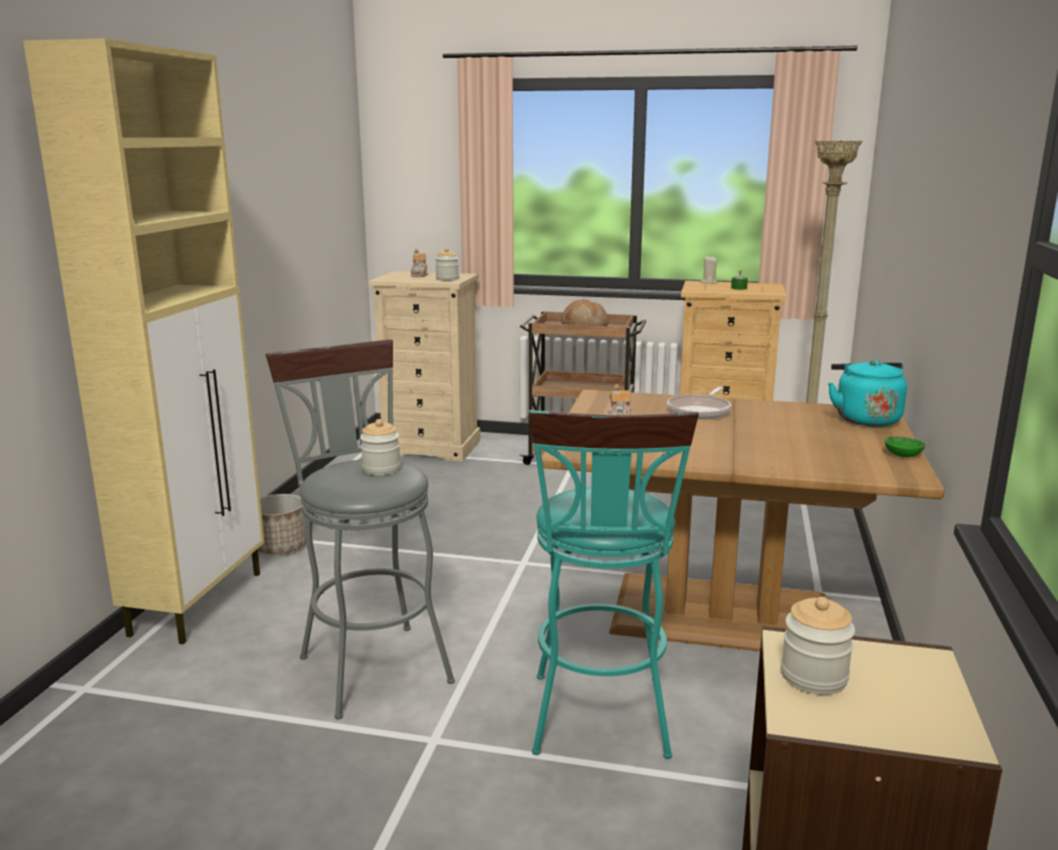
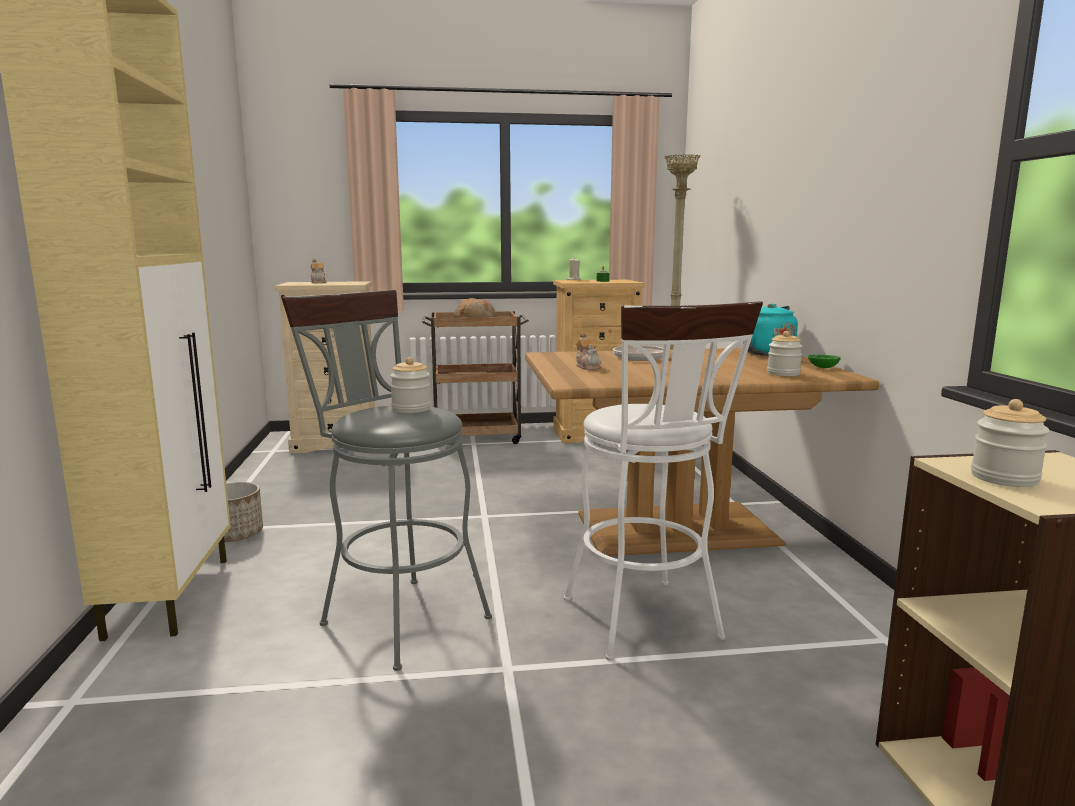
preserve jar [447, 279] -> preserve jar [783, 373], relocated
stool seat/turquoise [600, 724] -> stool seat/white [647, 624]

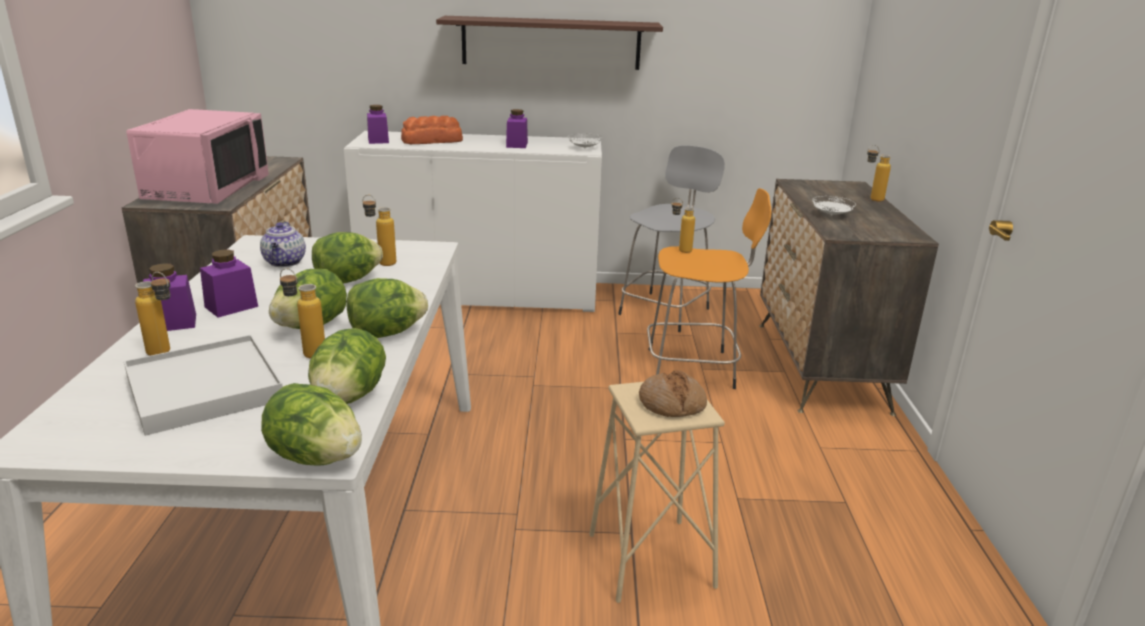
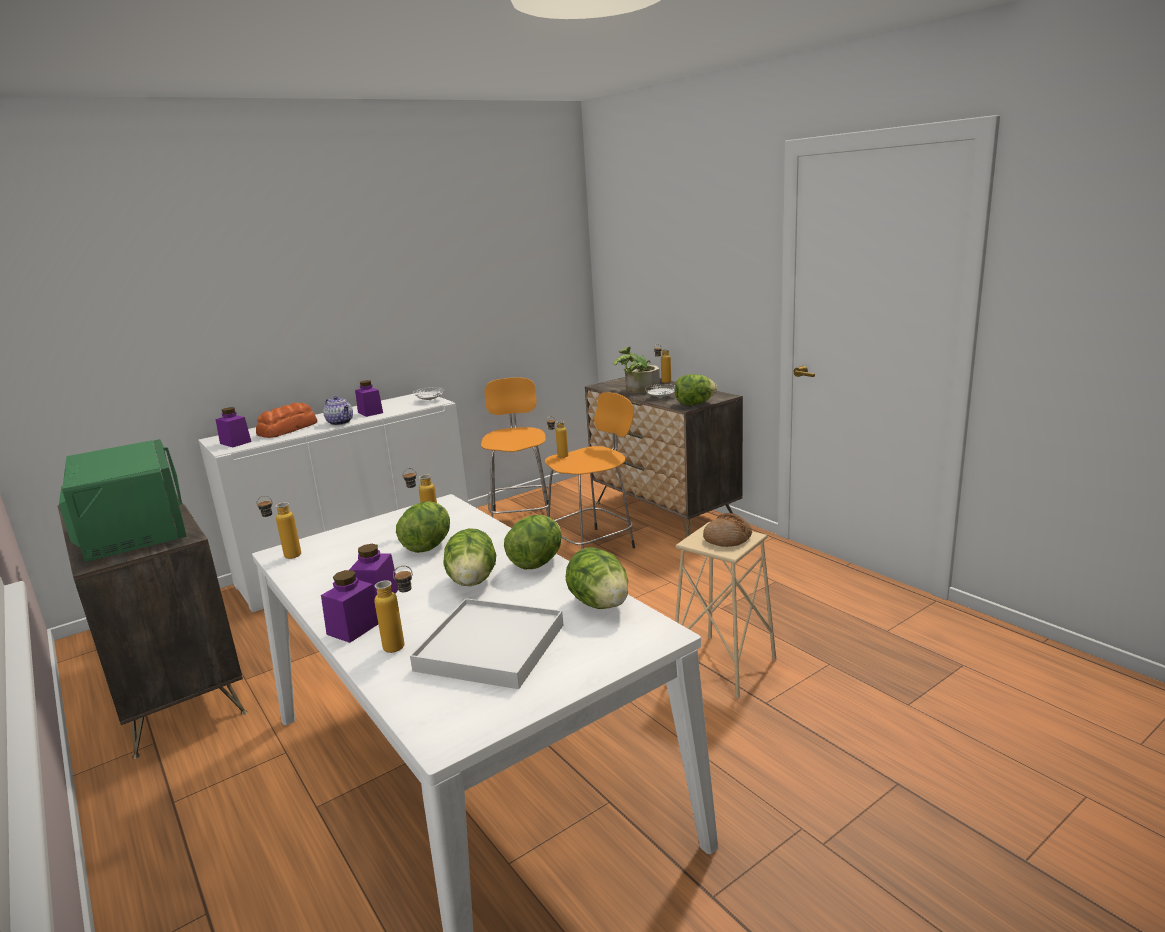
wall shelf [551, 43] -> none
microwave oven/pink [206, 189] -> microwave oven/green-coloured [132, 533]
stool seat/greyish [666, 310] -> stool seat/orange-coloured [521, 517]
tea pot [285, 262] -> tea pot [340, 422], relocated
bottle [306, 352] -> bottle [285, 557], relocated
head of lettuce [316, 458] -> head of lettuce [694, 404], relocated
none -> houseplant [637, 389]

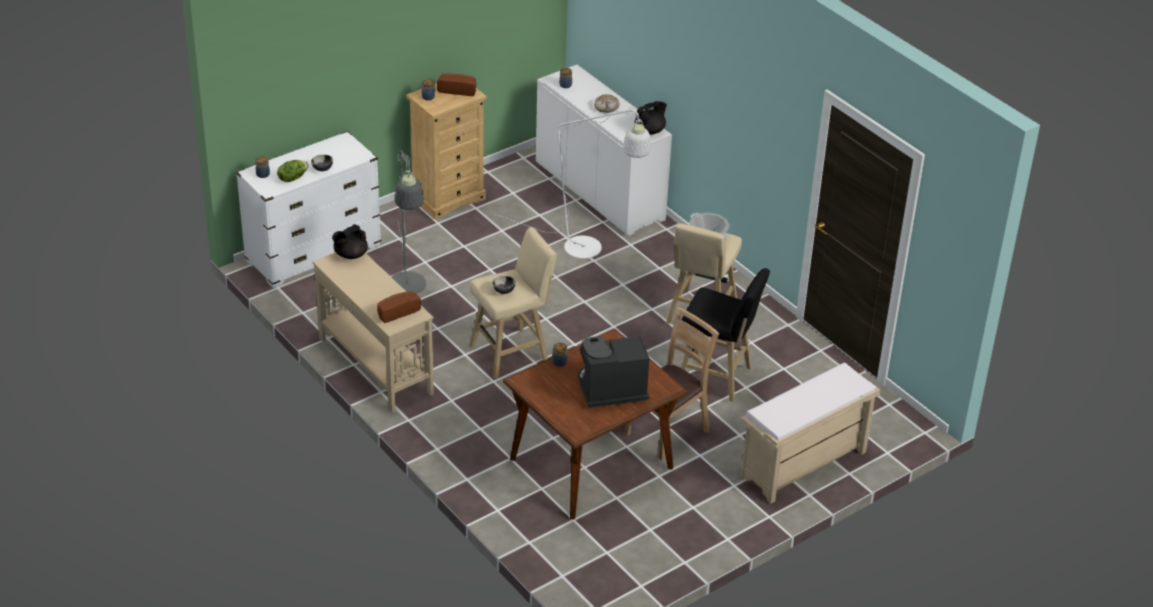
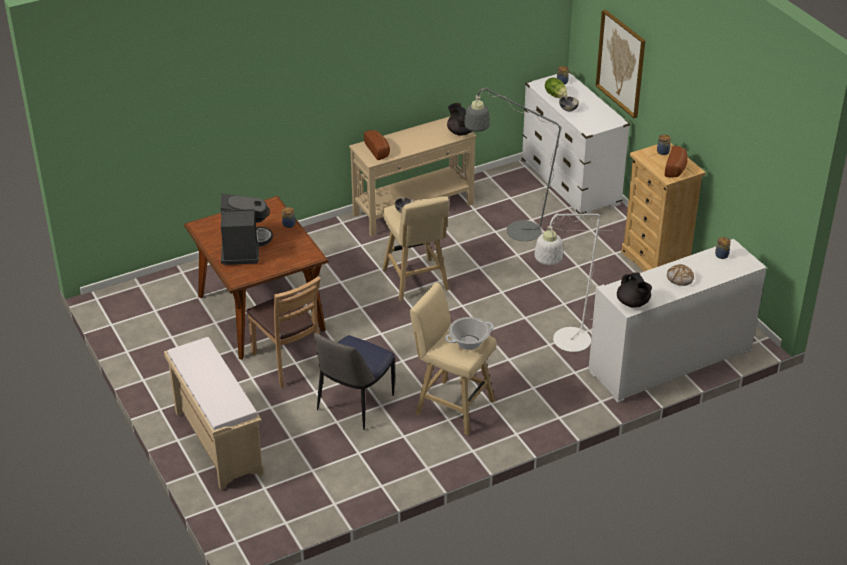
stool seat/black-coloured [717, 378] -> upright chair [354, 404]
none -> wall picture [621, 63]

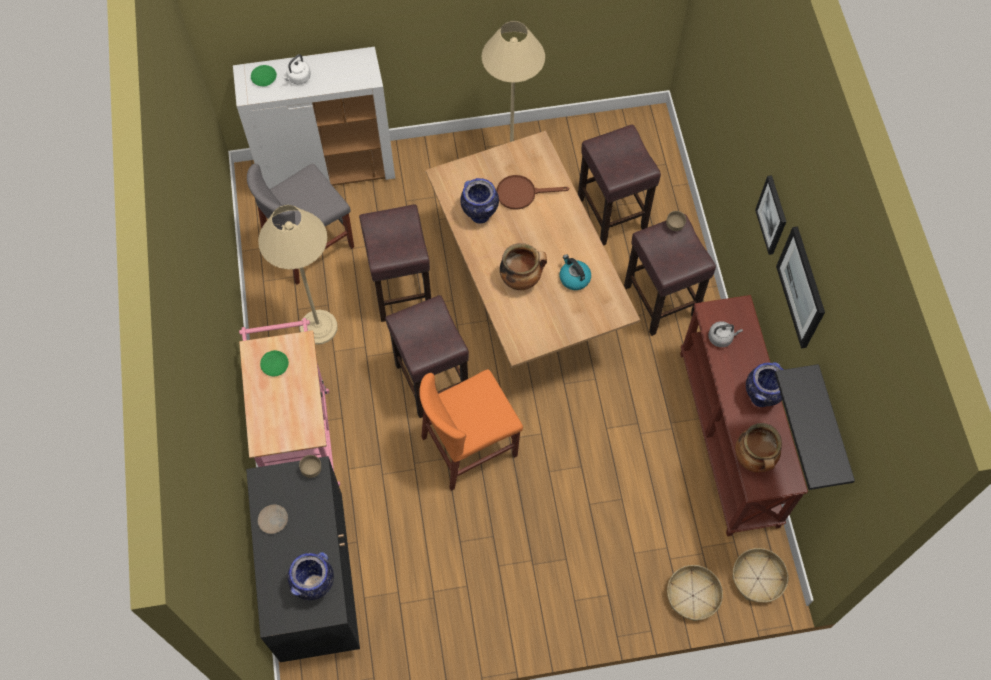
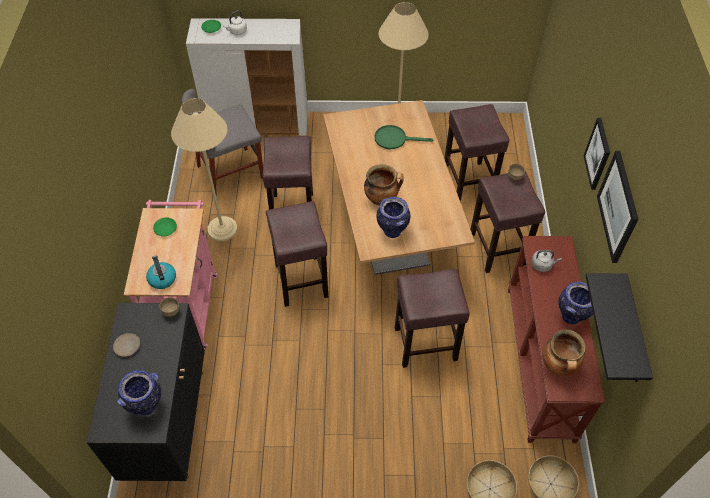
frying pan/brown-coloured [522, 193] -> frying pan/green-coloured [395, 139]
vase [479, 215] -> vase [392, 231], relocated
water kettle [574, 278] -> water kettle [162, 278], relocated
upright chair/orange-coloured [469, 446] -> none
none -> stool seat/brown-coloured [424, 344]

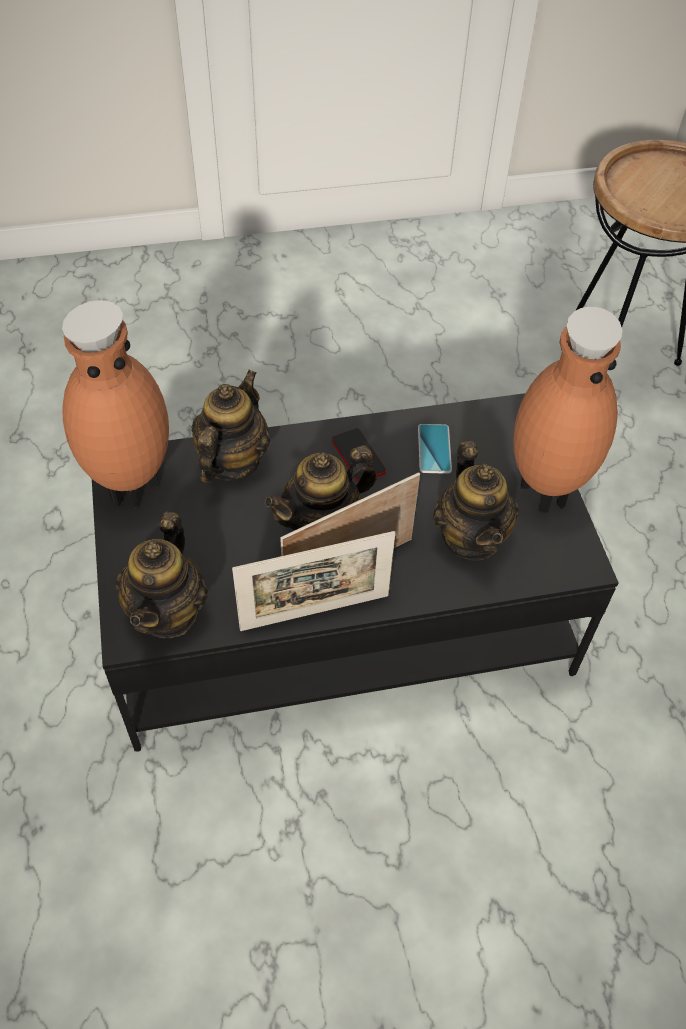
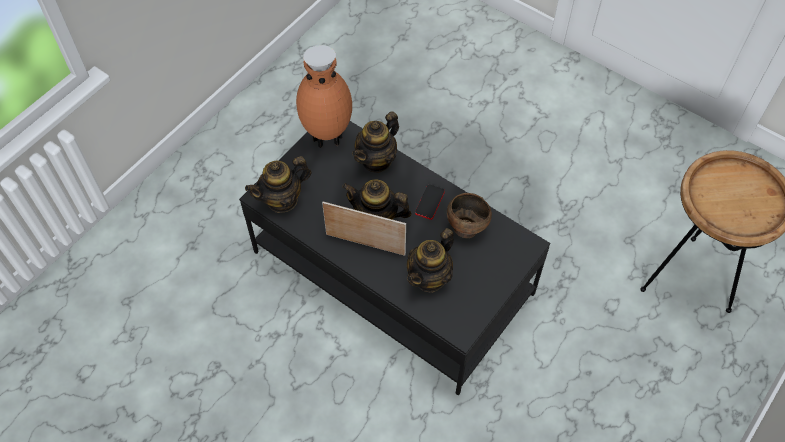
vase/brown-coloured [543, 490] -> none
tea pot [232, 461] -> tea pot [377, 160], 150 degrees clockwise
phone [434, 449] -> serving bowl/brown-coloured [466, 227]
photo frame [315, 612] -> none

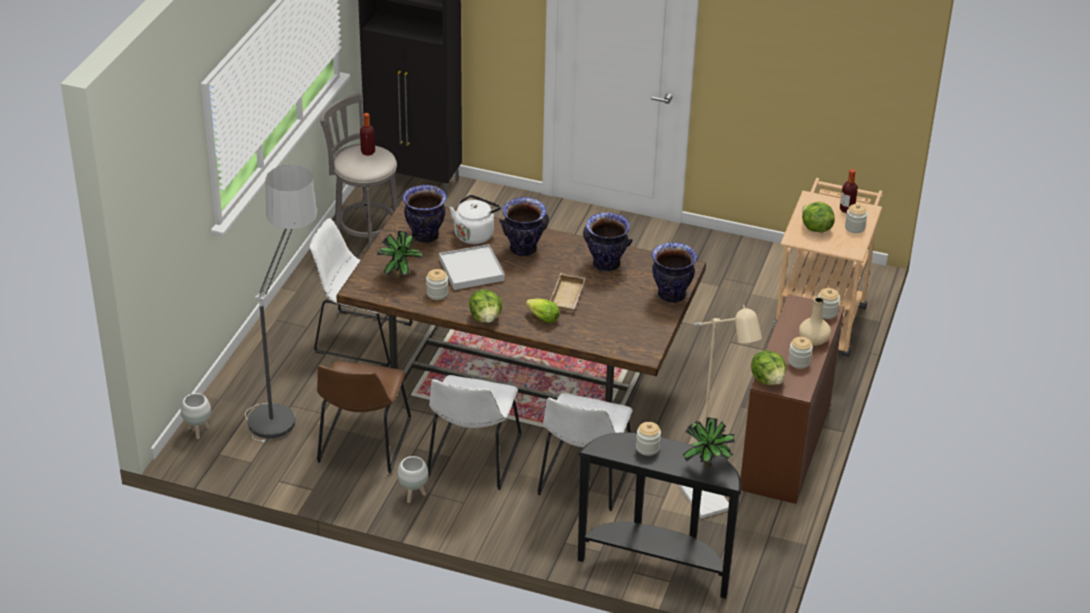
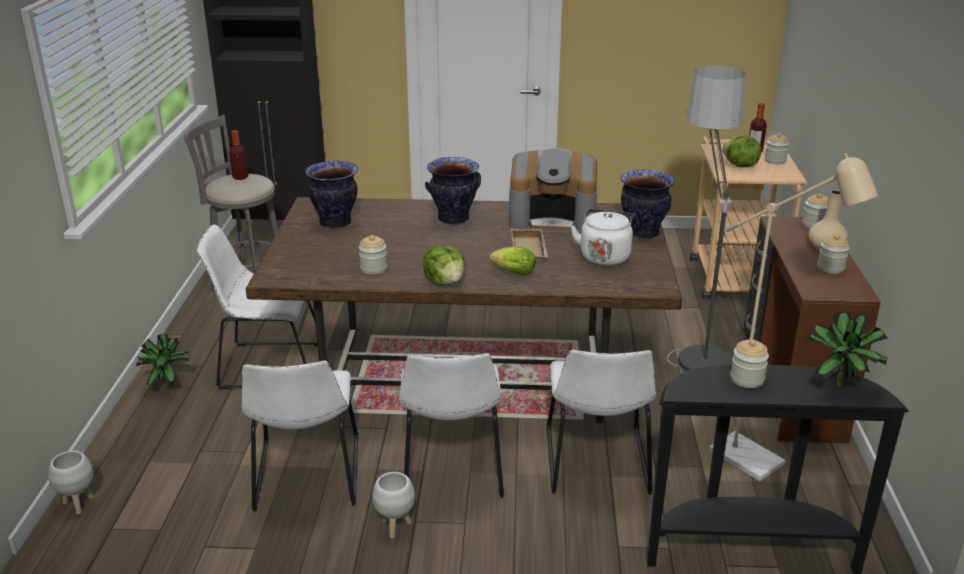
floor lamp [285, 400] -> floor lamp [695, 343], relocated
water kettle/white [475, 234] -> water kettle/white [604, 256], relocated
vase [606, 264] -> coffee brewer [553, 218]
houseplant [400, 275] -> houseplant [167, 385], relocated
serving tray/white [471, 270] -> none
head of lettuce [768, 380] -> none
upright chair/brown-coloured [363, 444] -> upright chair/white [307, 477]

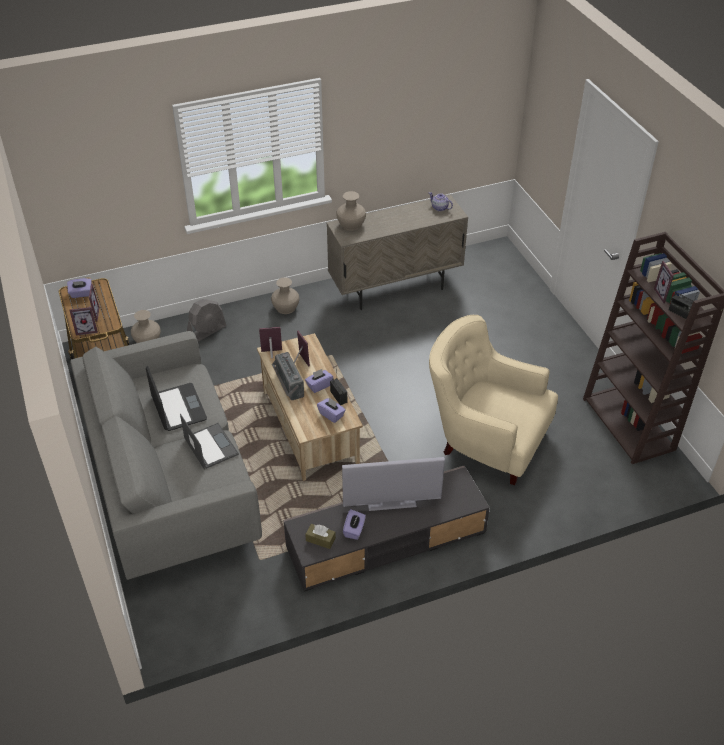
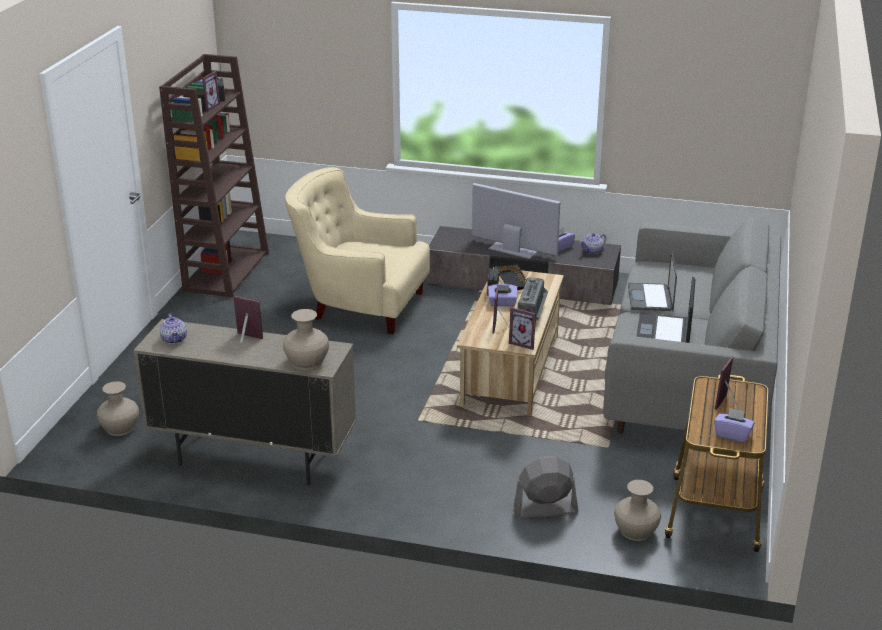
vase/beige [285, 308] -> vase/beige [120, 427], relocated
photo frame [86, 330] -> photo frame [246, 339], relocated
lounge chair/beige [485, 439] -> lounge chair/beige [359, 305], 135 degrees clockwise
box of tissues/purple-coloured [331, 415] -> serving tray/black-coloured [514, 281]
box of tissues/brown-coloured [320, 539] -> tea pot [592, 251]

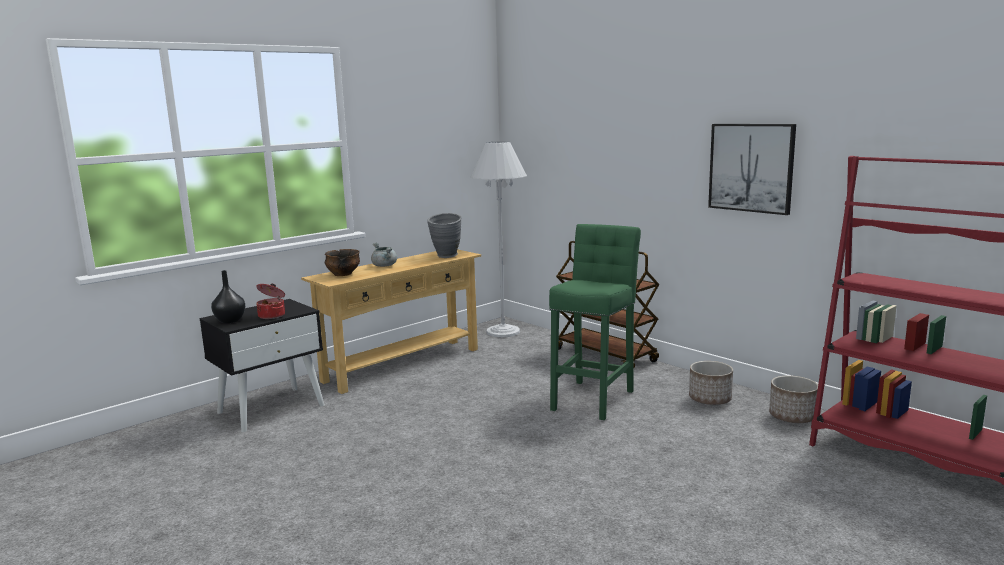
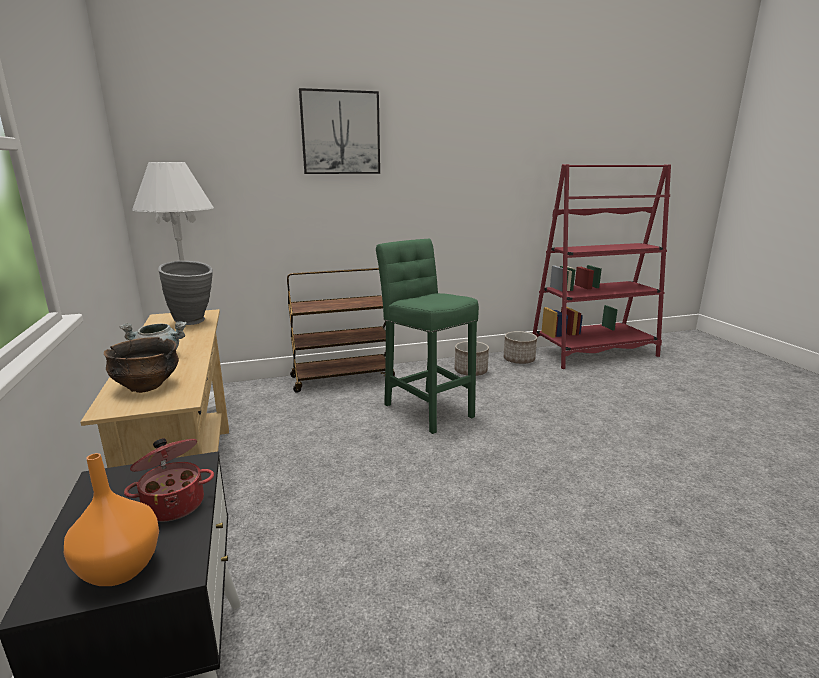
wall picture [751, 167] -> wall picture [340, 133], relocated
vase/black-coloured [229, 320] -> vase/orange-coloured [118, 570]

